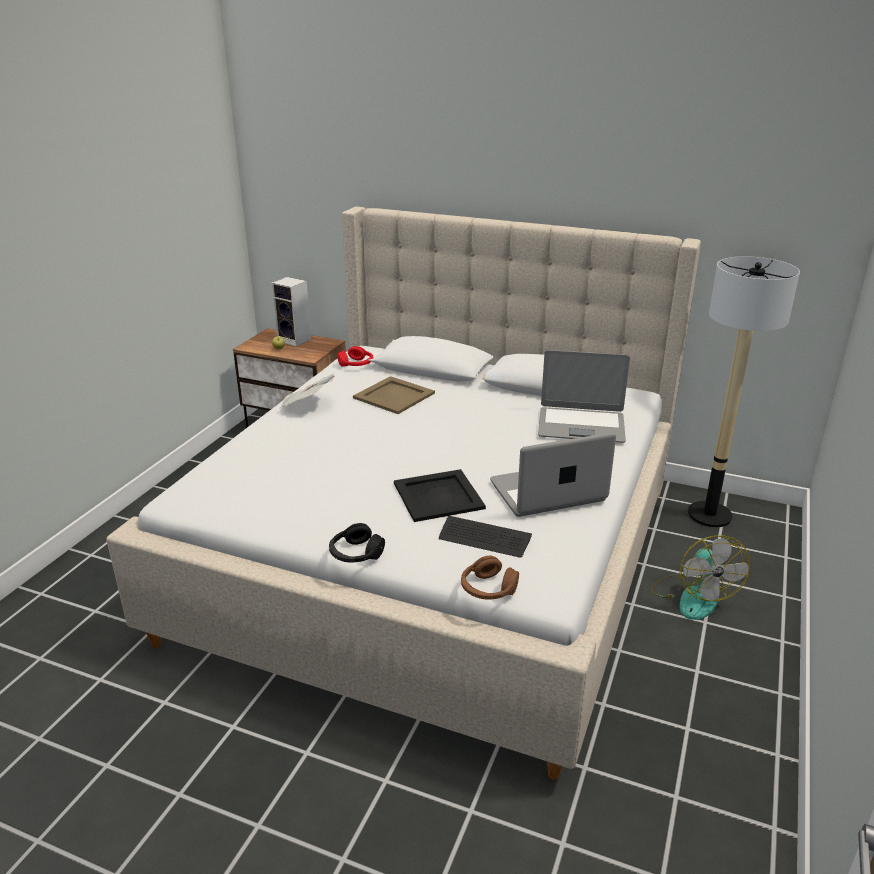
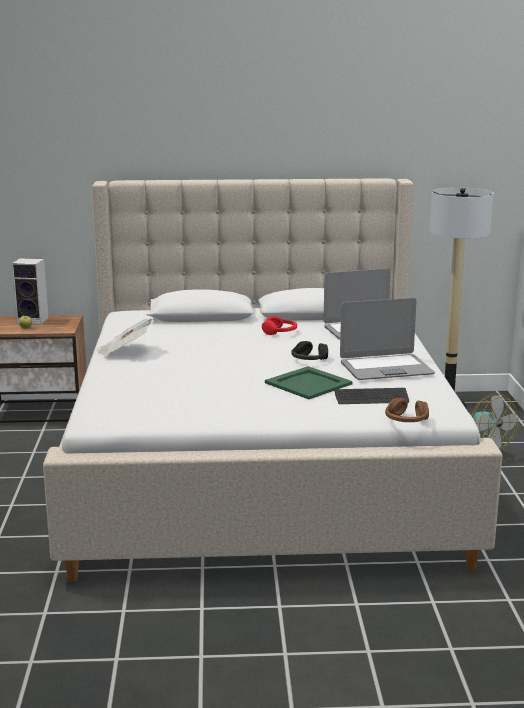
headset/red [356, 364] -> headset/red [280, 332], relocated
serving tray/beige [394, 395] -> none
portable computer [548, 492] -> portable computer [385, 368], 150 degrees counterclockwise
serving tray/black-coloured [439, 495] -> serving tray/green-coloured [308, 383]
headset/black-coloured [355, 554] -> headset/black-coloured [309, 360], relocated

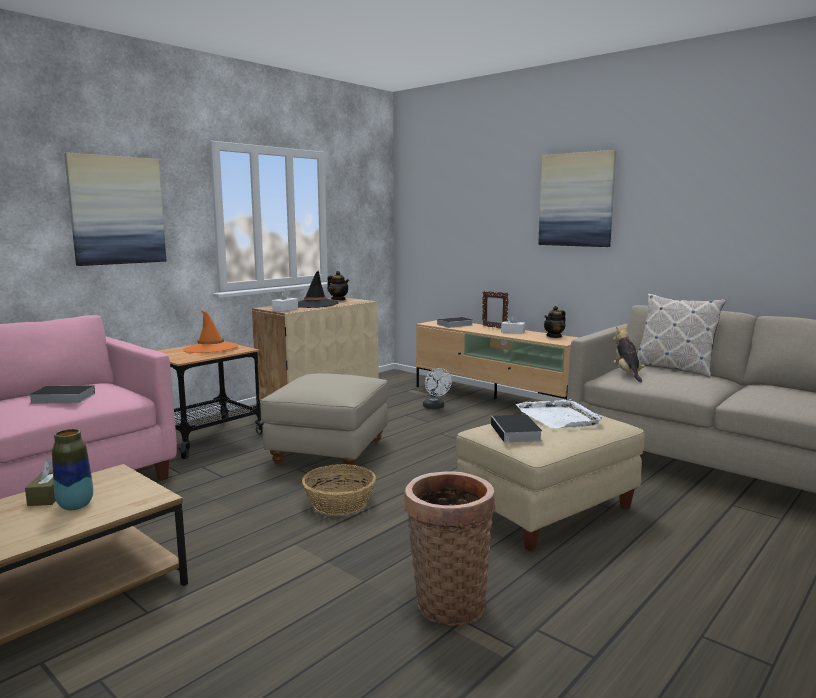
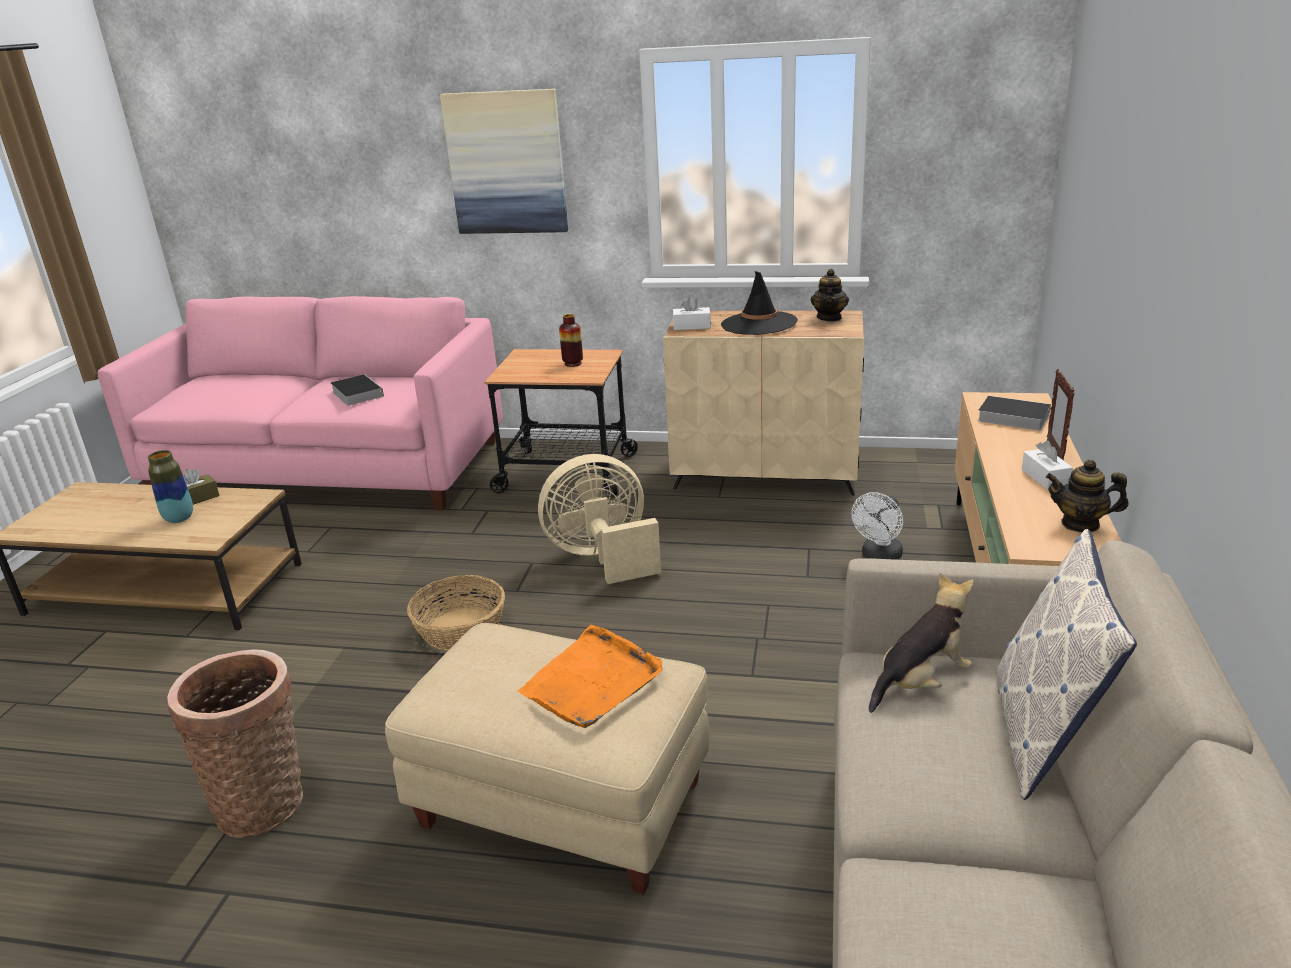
wall picture [576, 200] -> none
clothing hat/orange-coloured [210, 348] -> vase [573, 363]
footrest/beige [329, 452] -> electric fan/beige [603, 558]
serving tray/white [559, 417] -> serving tray/orange-coloured [592, 681]
volume [516, 433] -> none

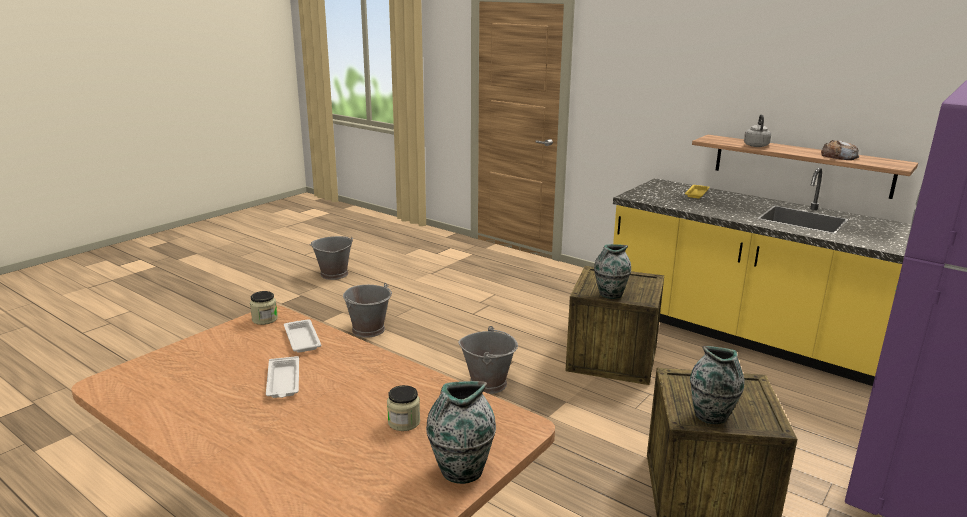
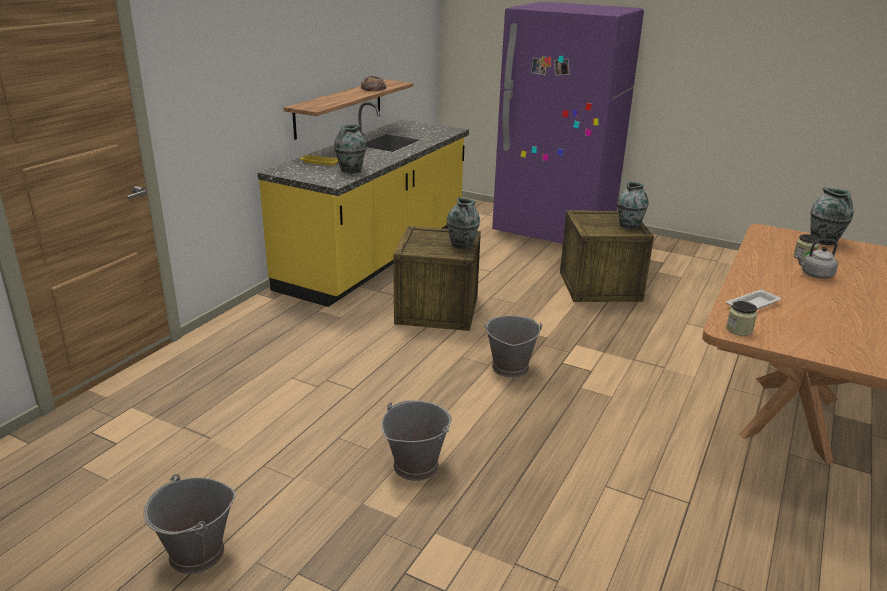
water kettle/greyish [756, 145] -> water kettle/greyish [814, 275], relocated
serving tray/white [283, 382] -> none
none -> vase [350, 170]

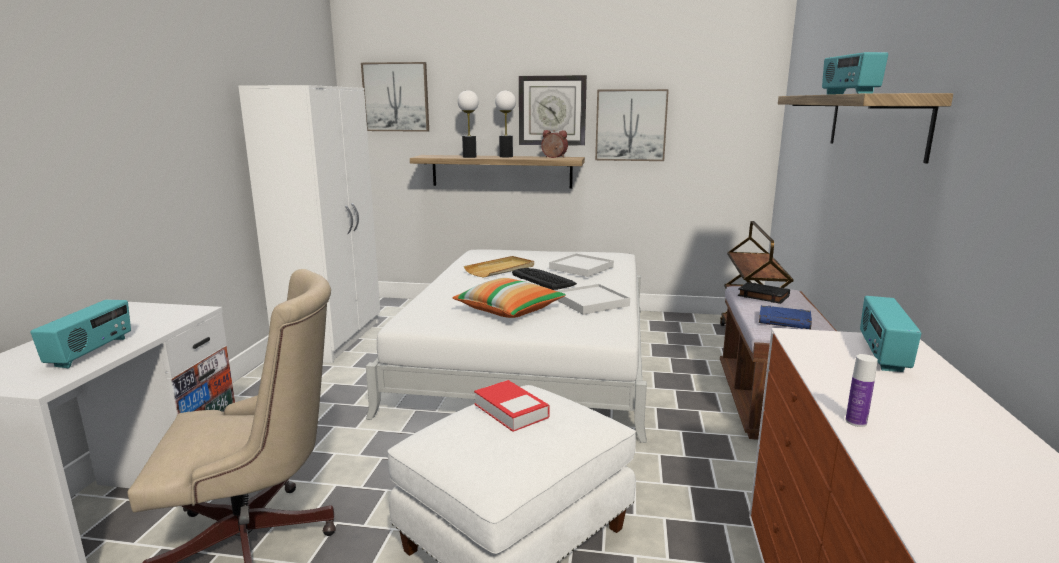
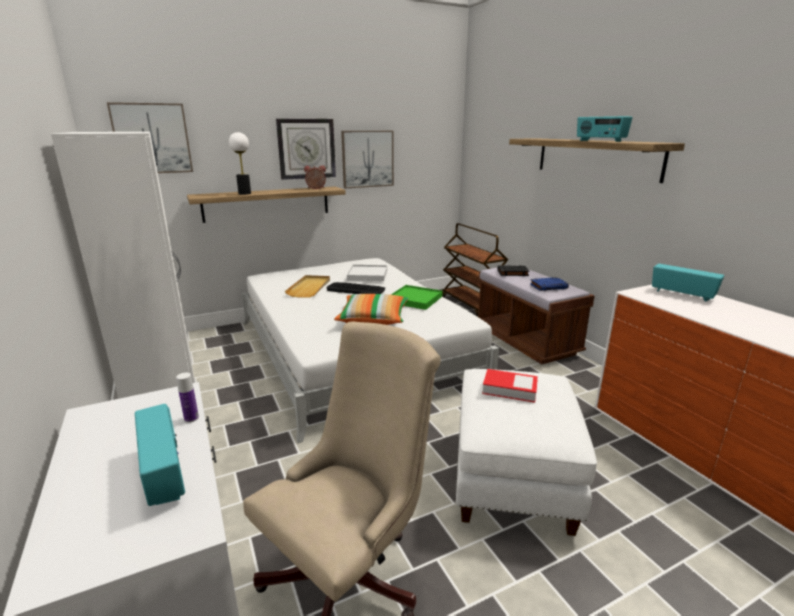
lamp for a table [506, 156] -> none
serving tray/white [591, 302] -> serving tray/green-coloured [415, 299]
radio receiver [881, 354] -> radio receiver [682, 294], 150 degrees clockwise
bottle [856, 422] -> bottle [191, 418], relocated

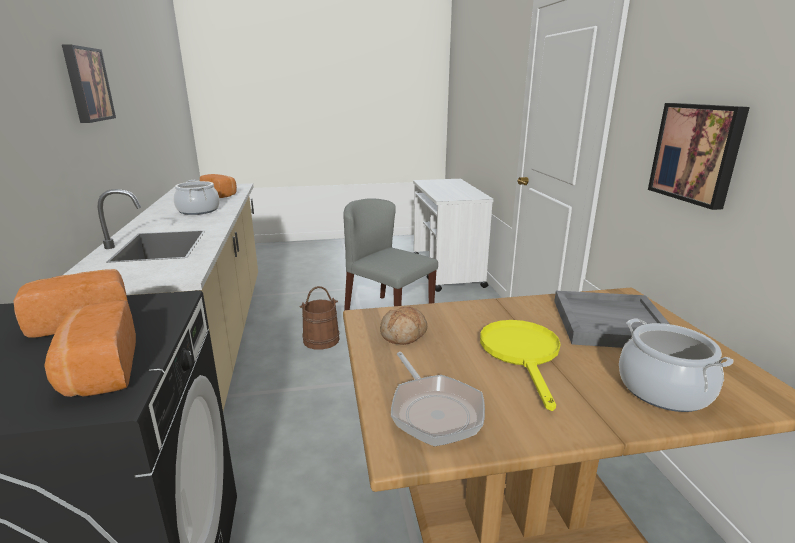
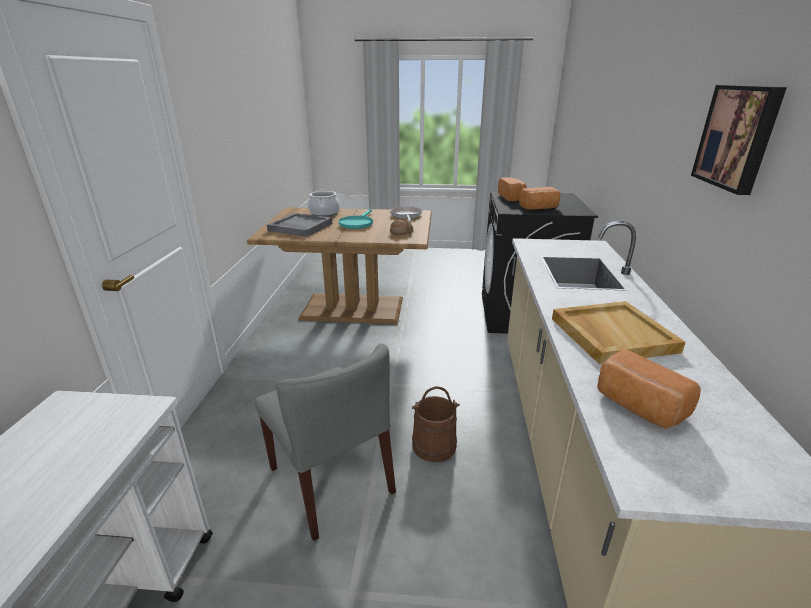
wall picture [697, 153] -> none
cooking pot [198, 210] -> serving tray/beige [611, 334]
frying pan/yellow [522, 354] -> frying pan/turquoise [357, 223]

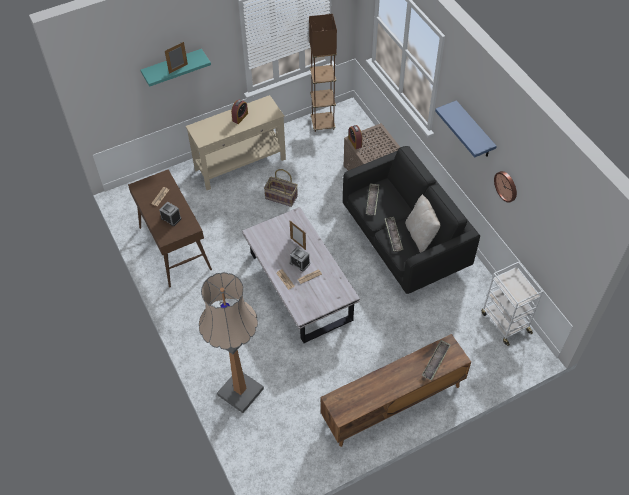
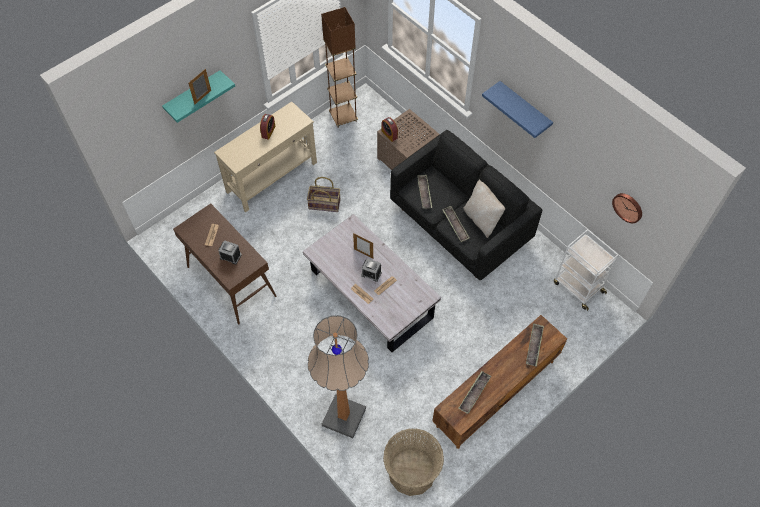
clock on the wall [506, 186] -> clock on the wall [628, 207], relocated
none -> serving tray [474, 393]
none -> basket [411, 472]

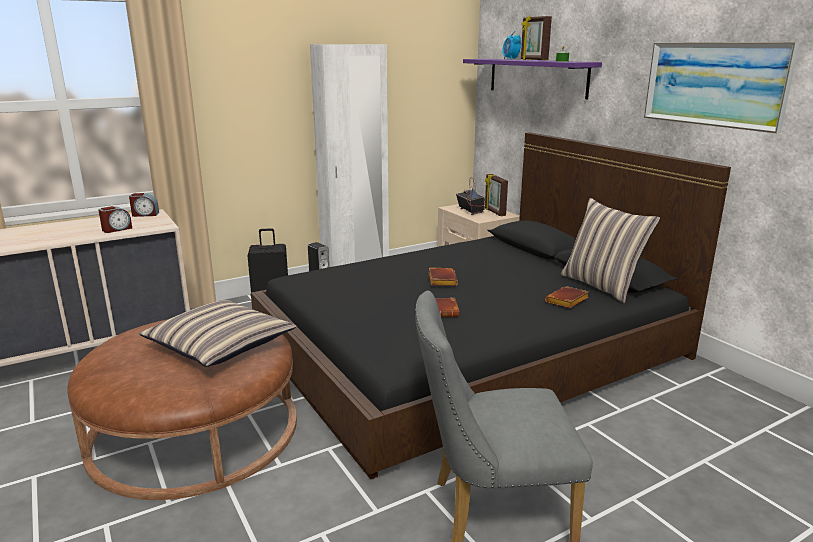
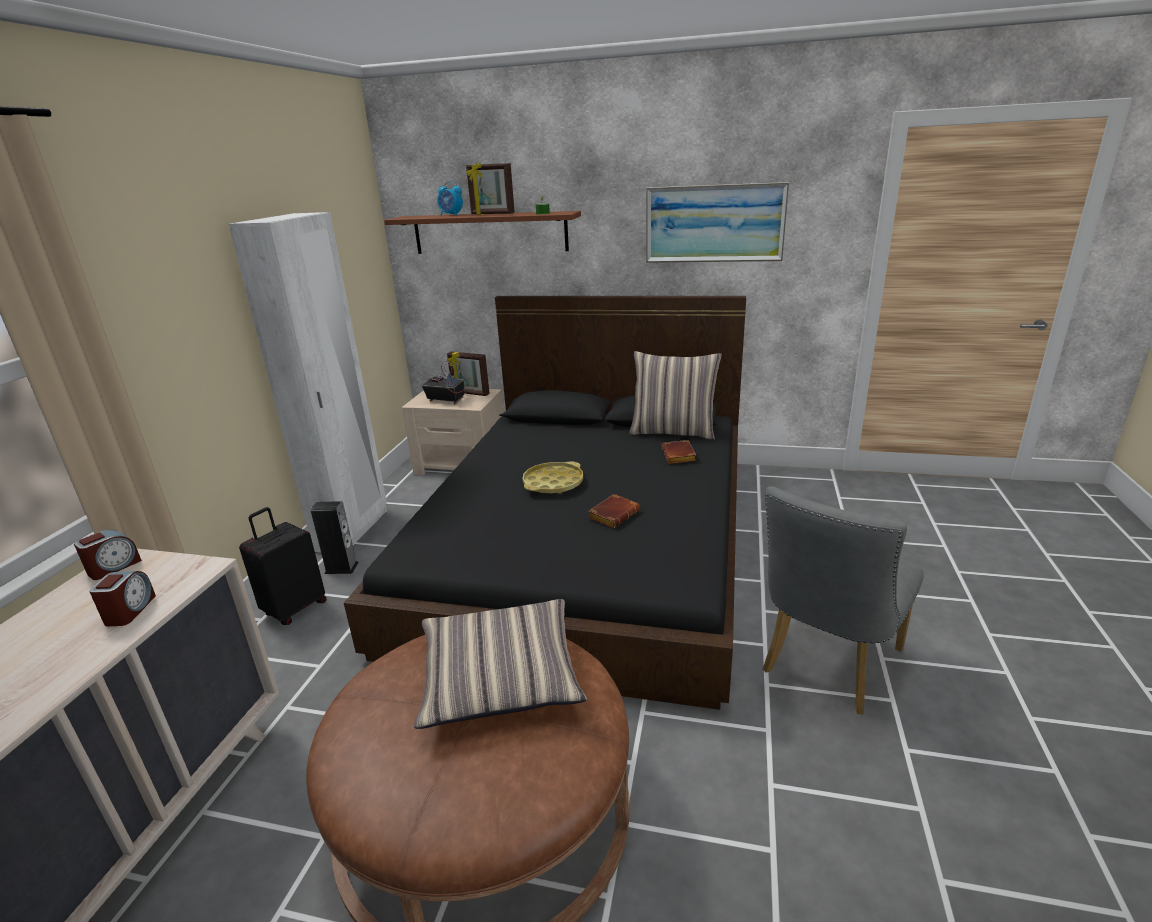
wall shelf/purple-coloured [536, 77] -> wall shelf/brown-coloured [490, 233]
volume/brown-coloured [441, 280] -> serving tray/yellow [553, 483]

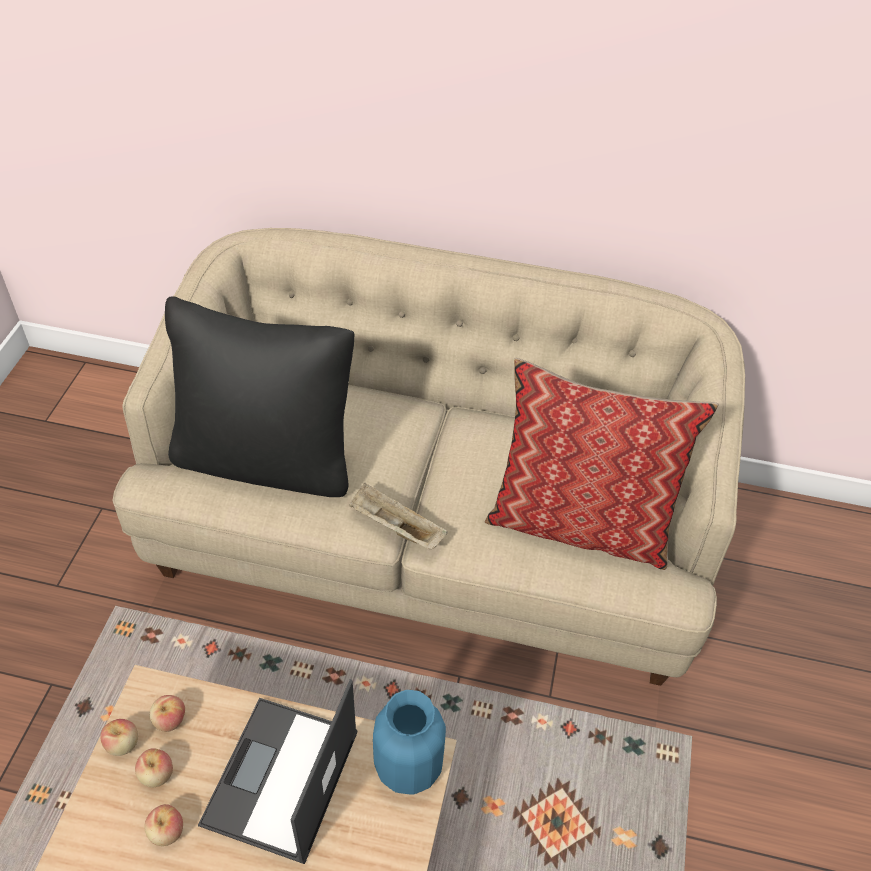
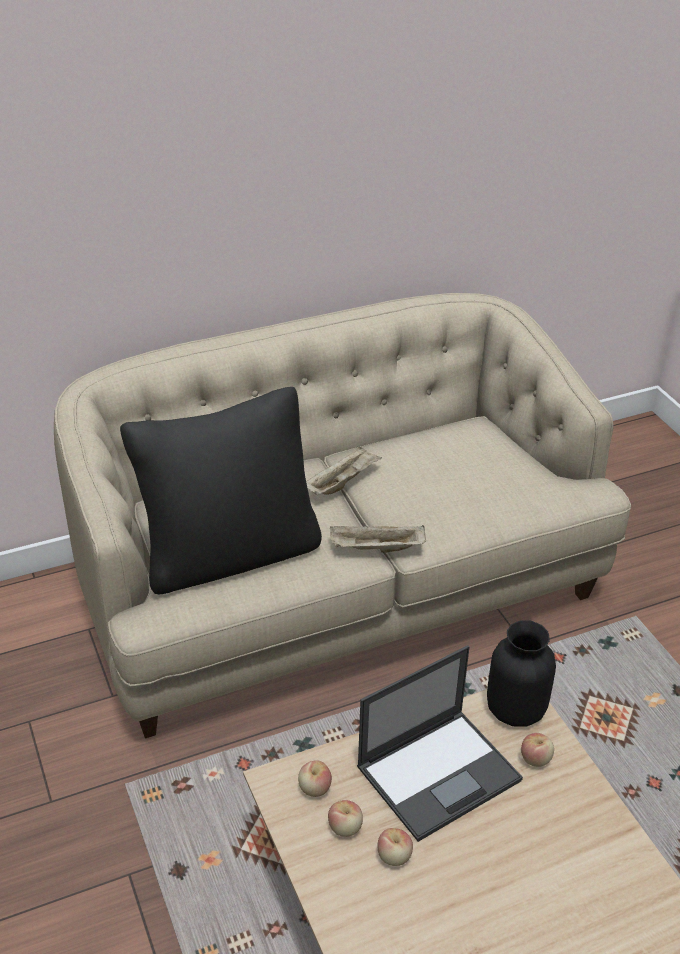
cushion [580, 523] -> none
portable computer [281, 780] -> portable computer [440, 772], 105 degrees counterclockwise
vase/blue-coloured [408, 766] -> vase/black-coloured [515, 709]
apple fruit [123, 744] -> apple fruit [535, 759], relocated
none -> serving tray/beige [342, 482]

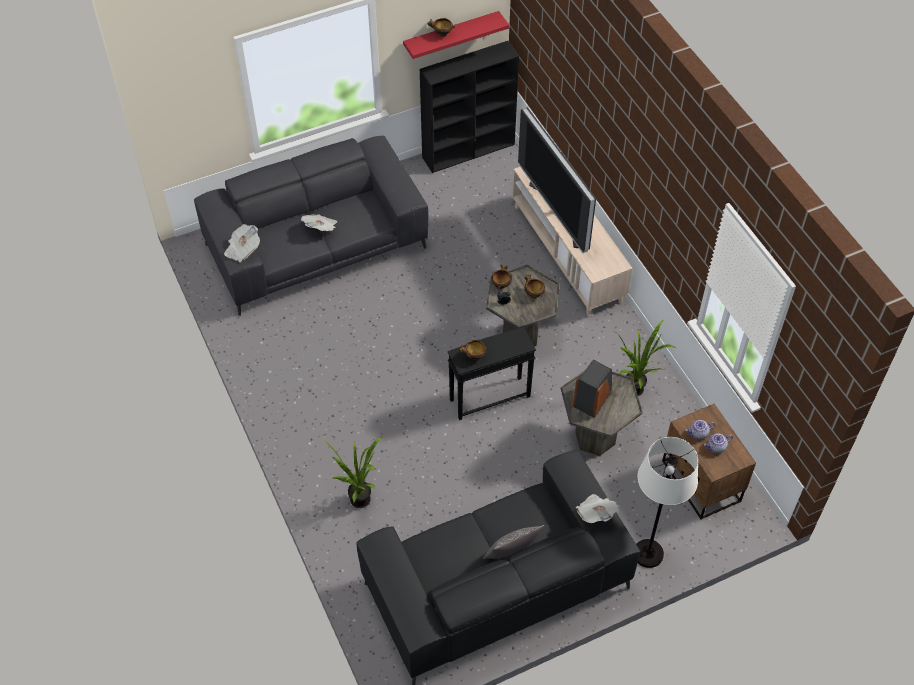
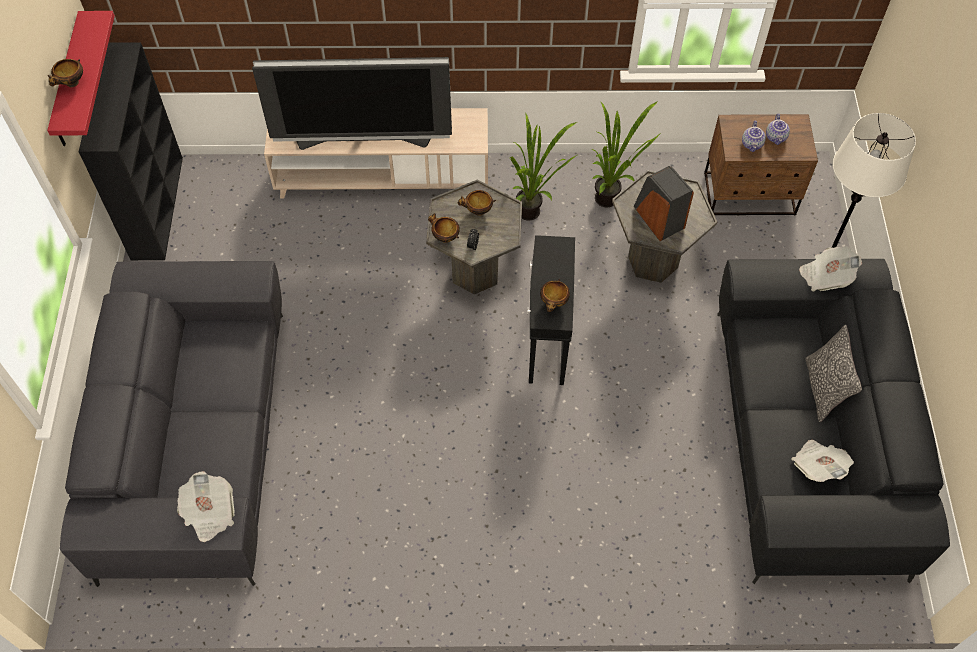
newspaper [321, 228] -> newspaper [818, 466], relocated
houseplant [361, 504] -> houseplant [534, 213], relocated

